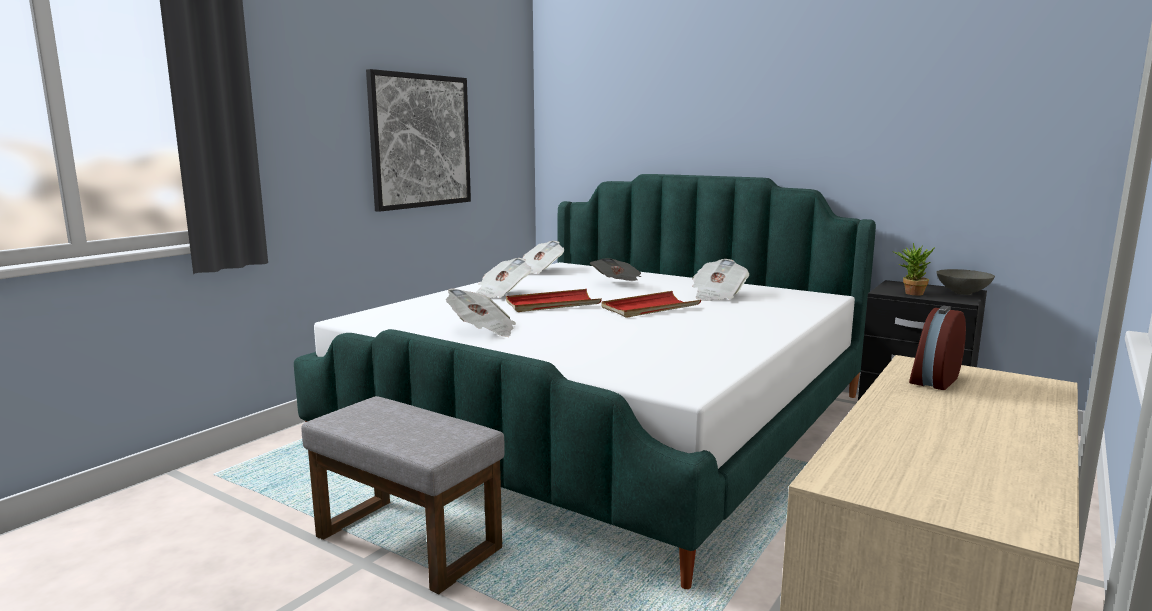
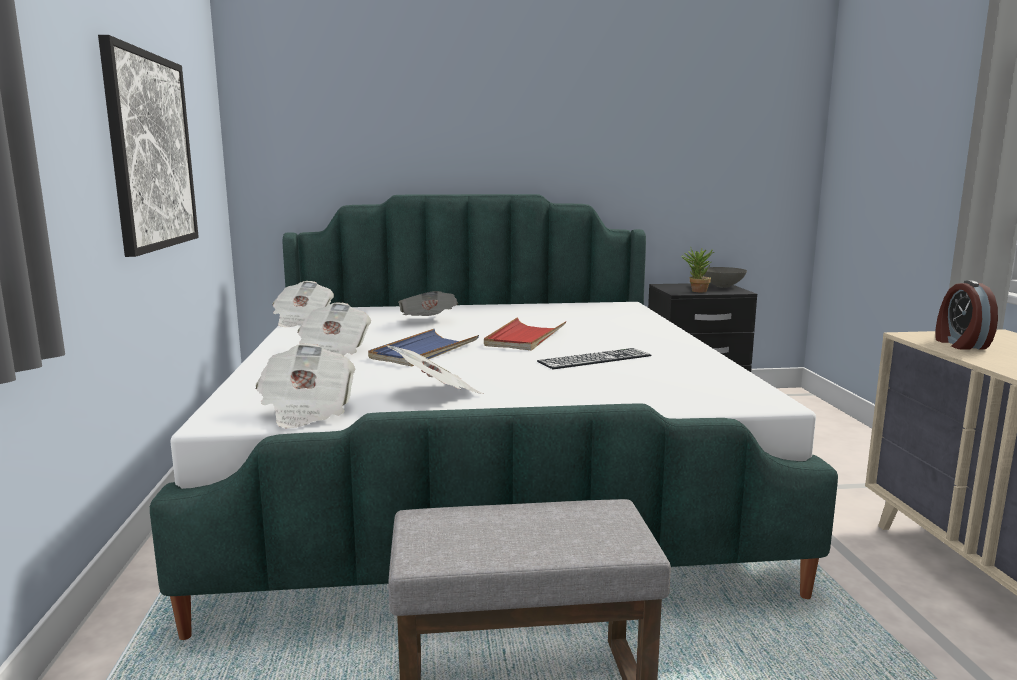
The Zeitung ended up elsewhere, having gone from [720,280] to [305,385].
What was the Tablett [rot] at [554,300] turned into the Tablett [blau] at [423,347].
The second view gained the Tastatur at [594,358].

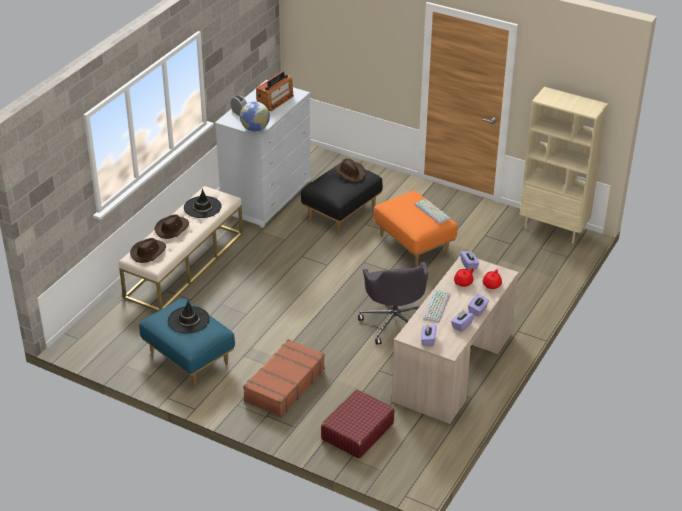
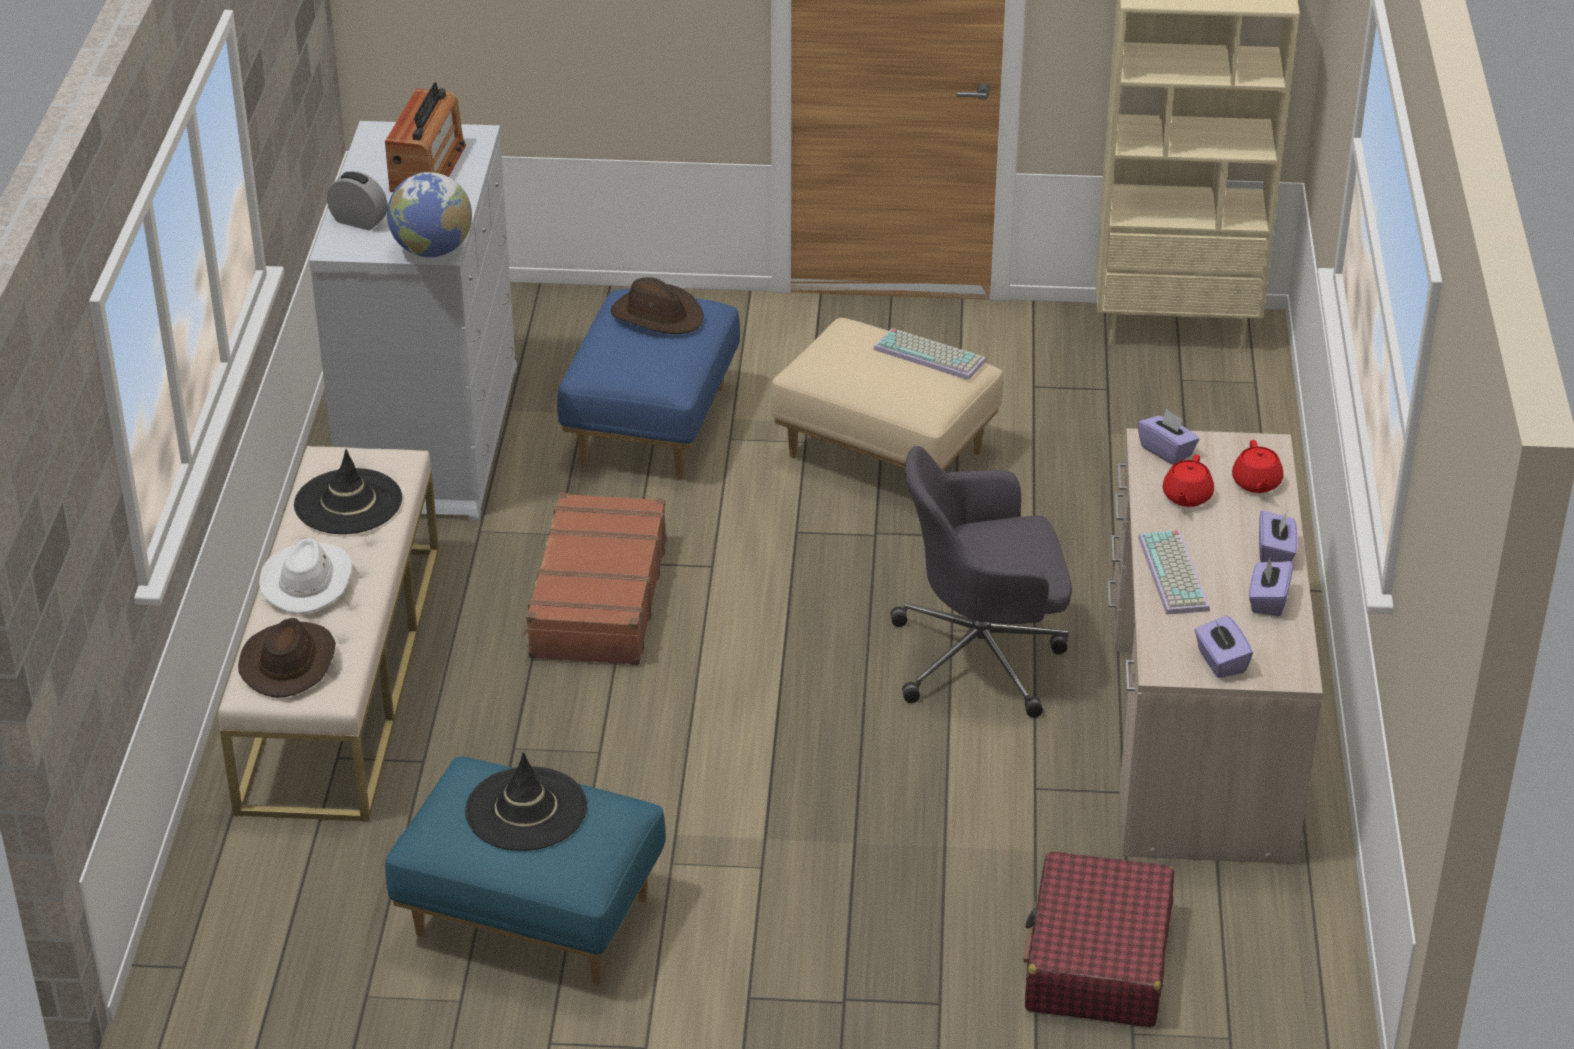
What was the Hut [braun] at [171,227] turned into the Hut [weiß] at [305,576].
The Koffer [braun] ended up elsewhere, having gone from [284,378] to [594,578].
What was the Polsterhocker [schwarz] at [342,197] turned into the Polsterhocker [blau] at [648,384].
What was the Polsterhocker [orange] at [415,229] turned into the Polsterhocker [beige] at [887,394].
The Bürostuhl [grau] at [393,303] ended up facing another way, 120 degrees clockwise from before.

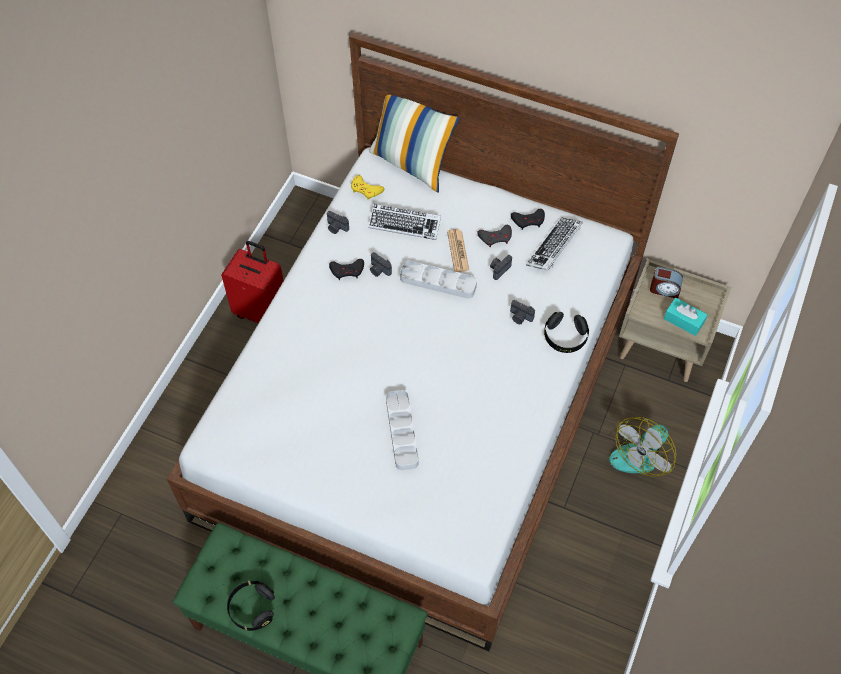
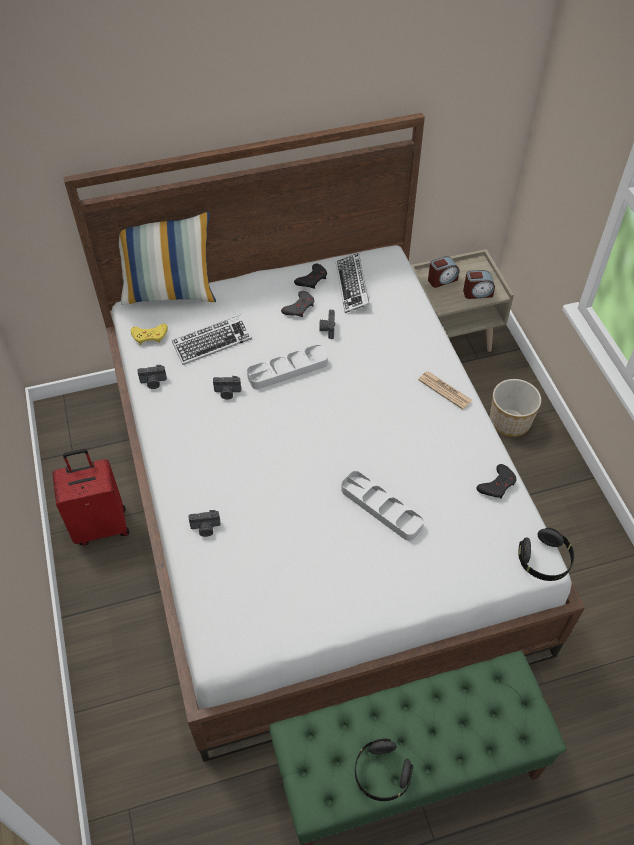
The Kamera ended up elsewhere, having gone from [522,312] to [205,523].
The Zeitung ended up elsewhere, having gone from [458,250] to [445,390].
Where the Taschentuchbox [türkis] stood at [686,317], the Wecker came to stand at [479,284].
The Gamepad [schwarz] ended up elsewhere, having gone from [346,269] to [496,481].
Where the Ventilator stood at [642,447], the Pflanzkübel came to stand at [515,408].
The Kopfhörer [schwarz] ended up elsewhere, having gone from [566,332] to [546,554].

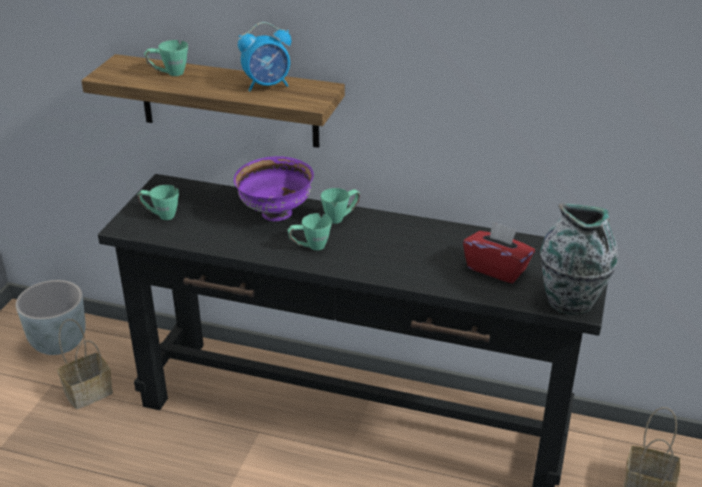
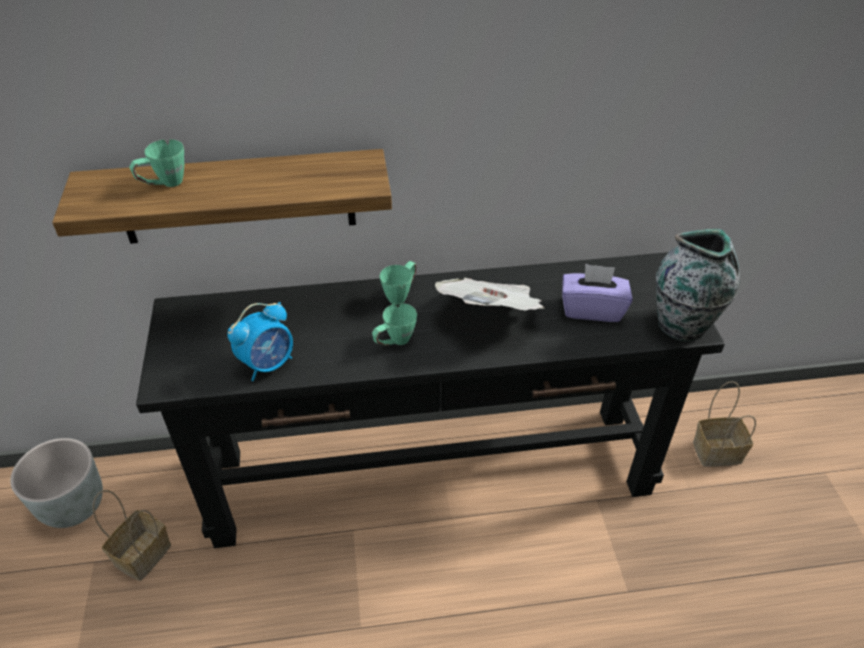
The Wecker ended up elsewhere, having gone from [264,57] to [260,342].
The second view gained the Zeitung at [490,294].
What was the Taschentuchbox [rot] at [499,252] turned into the Taschentuchbox [lila] at [597,293].
The second view lost the Henkelbecher [grün] at [158,202].
The second view lost the Schüssel [lila] at [274,188].

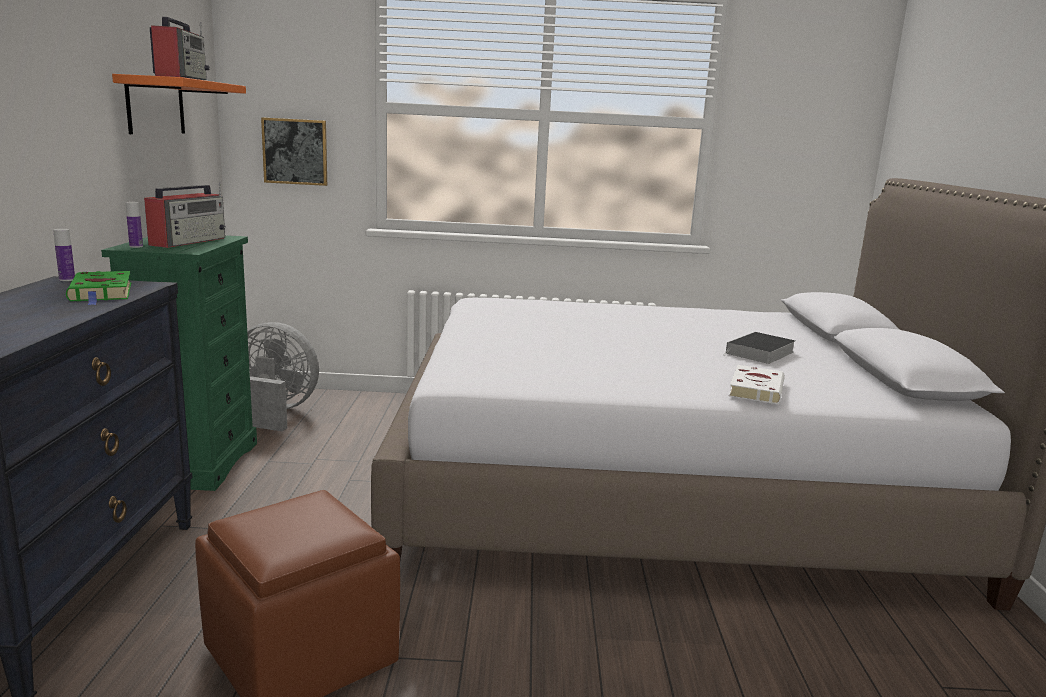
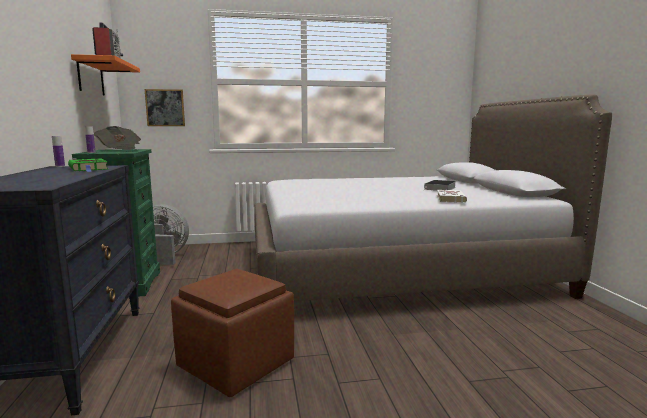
Where the Radio stood at [185,215], the Zeitung came to stand at [117,138].

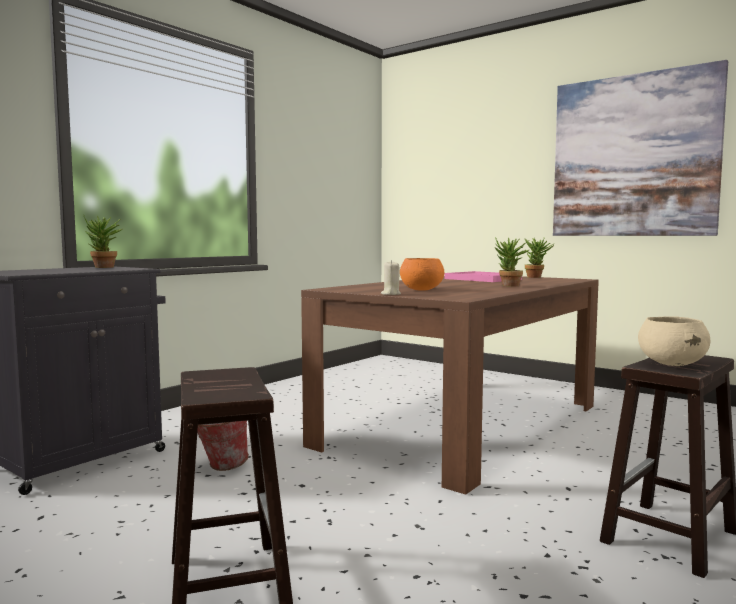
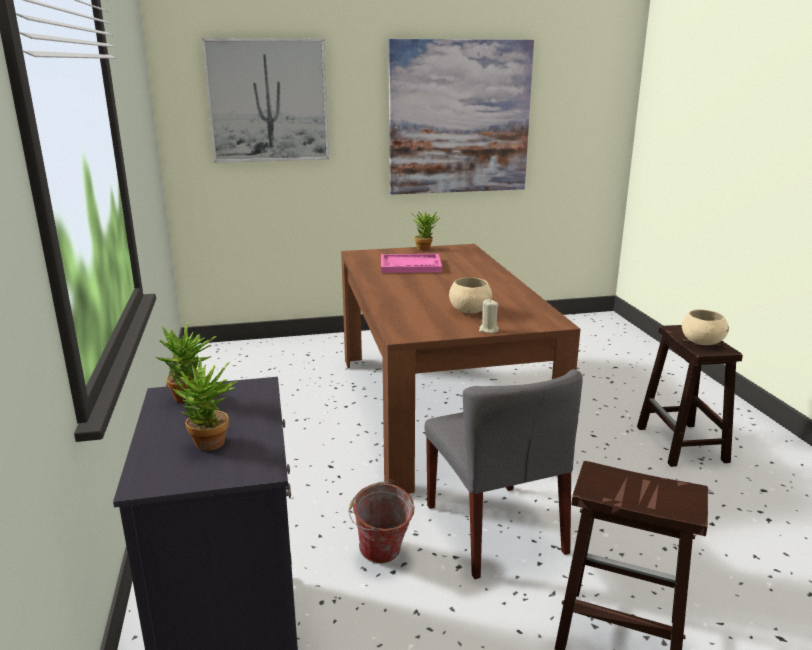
The Topfpflanze ended up elsewhere, having gone from [512,261] to [204,404].
The second view gained the Bild at [265,100].
The second view gained the Stuhl [grau] at [504,474].
What was the Schüssel [orange] at [422,274] turned into the Schüssel [beige] at [470,295].

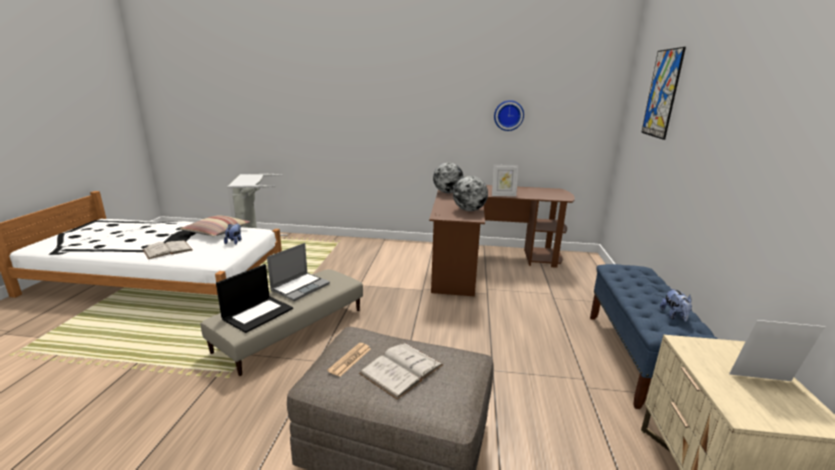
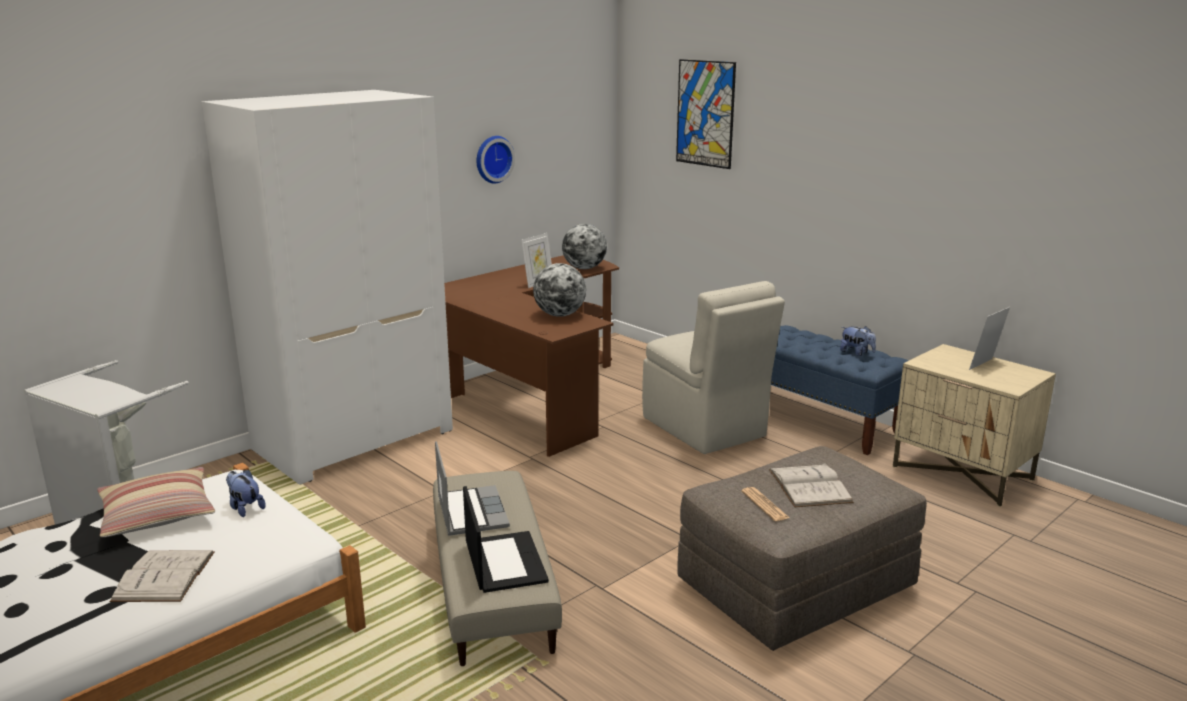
The second view gained the Kleiderschrank [weiß] at [327,287].
The Globus ended up elsewhere, having gone from [448,178] to [584,246].
The second view gained the Stuhl [beige] at [713,367].

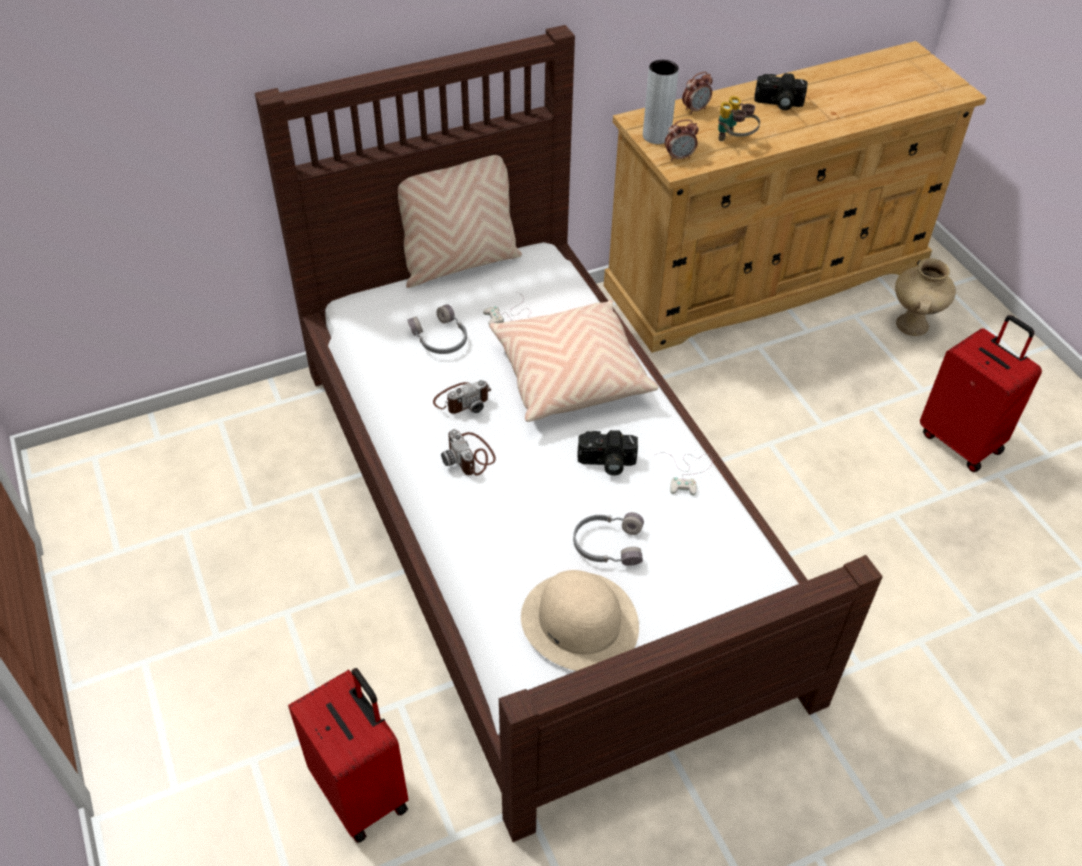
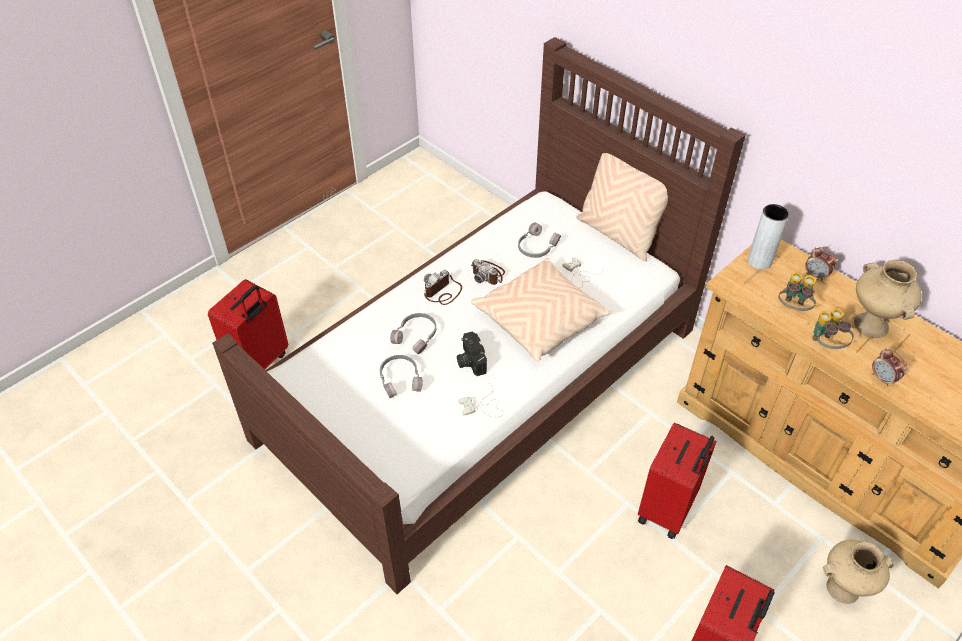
The second view gained the Kopfhörer [grau] at [413,333].
The second view gained the Koffer [rot] at [677,480].
The second view gained the Fernglas at [833,328].
Where the Kamera stood at [781,91], the Vase [beige] came to stand at [888,299].
The Wecker ended up elsewhere, having gone from [682,140] to [889,367].
The second view lost the Hut [beige] at [580,620].

